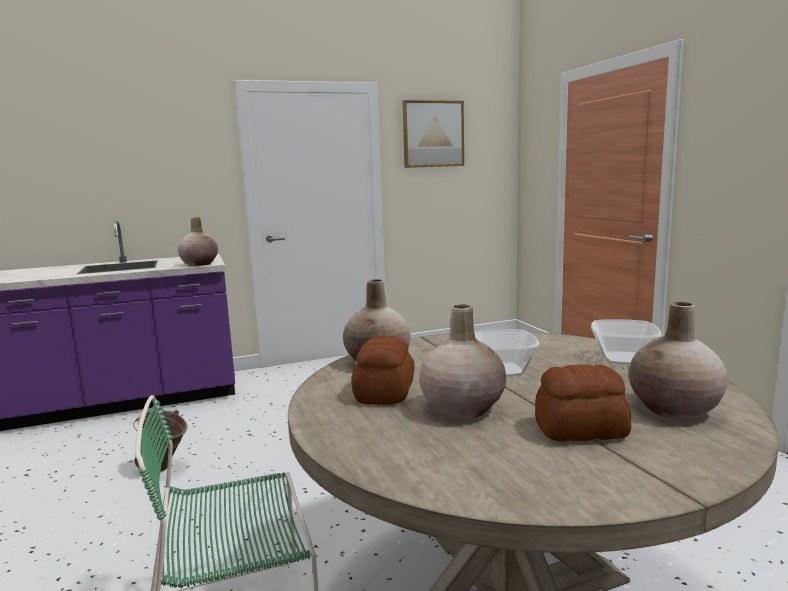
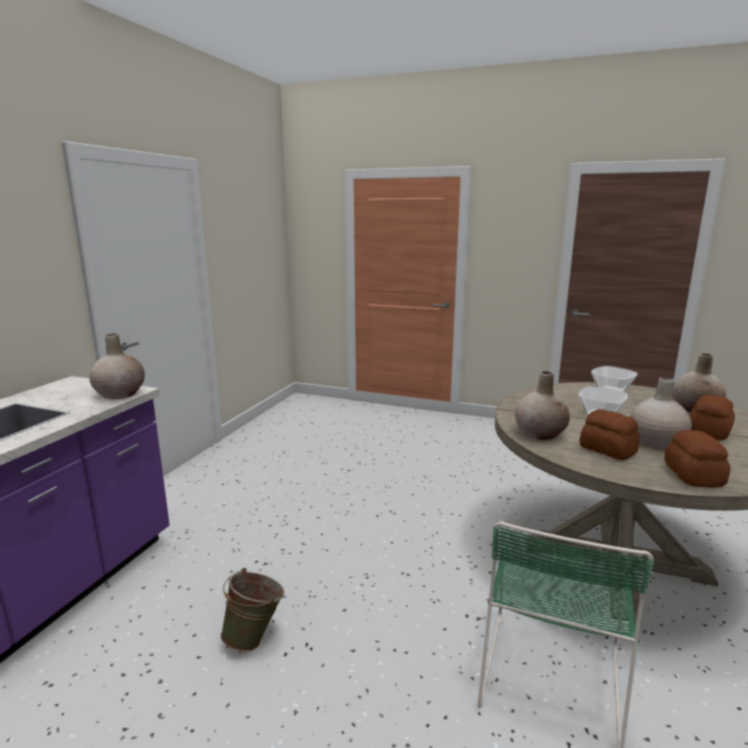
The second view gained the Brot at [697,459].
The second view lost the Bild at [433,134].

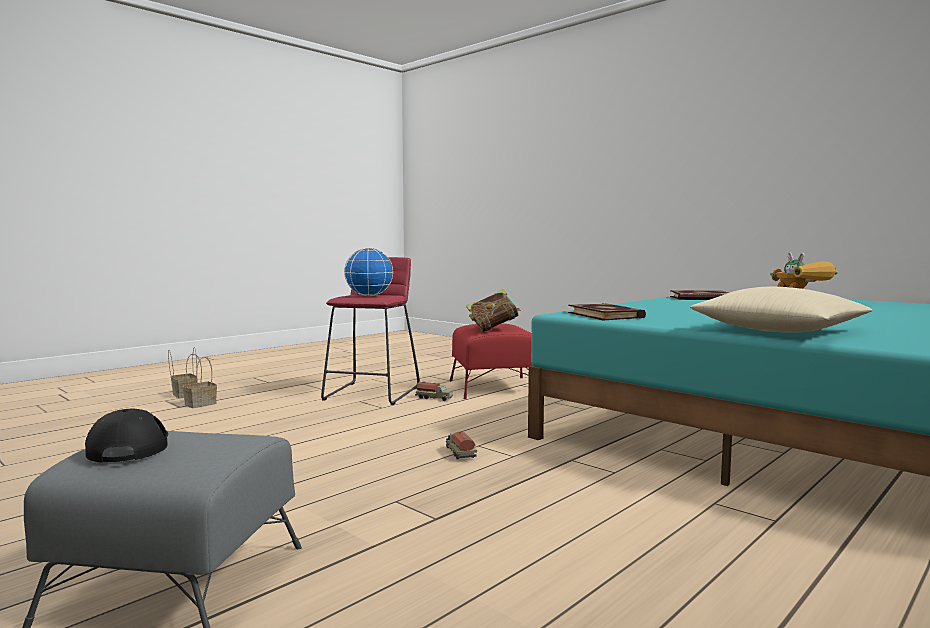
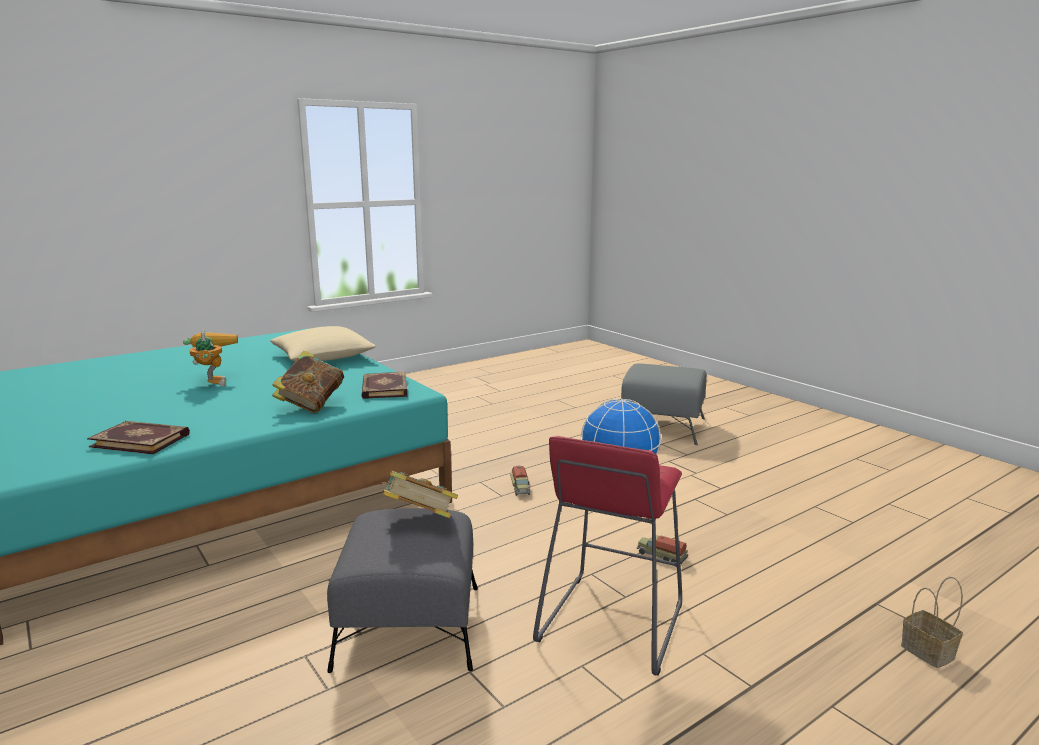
The second view gained the Buch at [308,382].
What was the Polsterhocker [rot] at [491,361] turned into the Polsterhocker [grau] at [402,590].
The Spielzeuglaster ended up elsewhere, having gone from [434,391] to [662,549].
The second view lost the Kappe [schwarz] at [126,436].
The second view lost the Korb at [200,381].

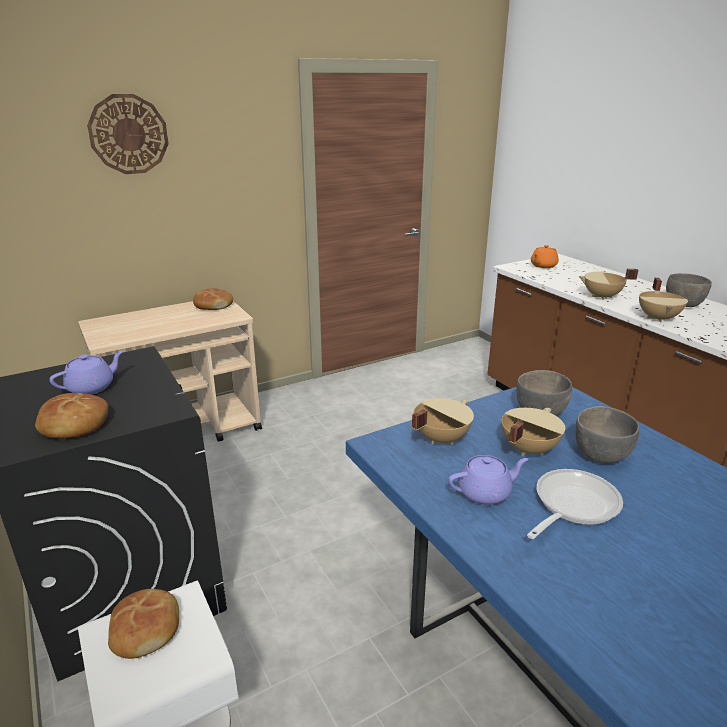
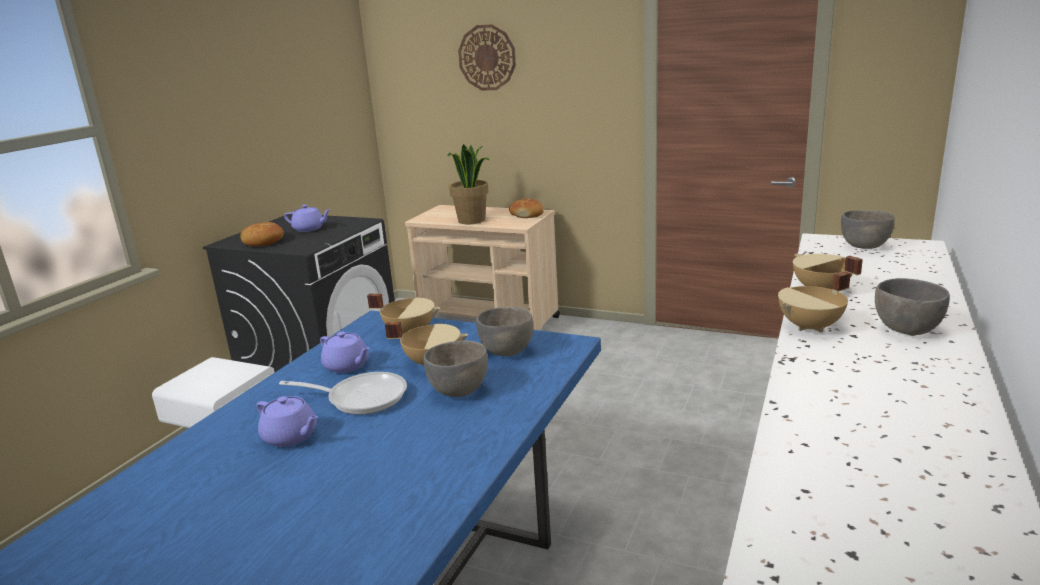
The second view gained the Teekanne [lila] at [287,421].
The second view gained the Topfpflanze at [468,184].
Where the Teekanne [orange] stood at [545,256], the Schüssel [grau] came to stand at [868,229].
The second view lost the Brot at [143,624].

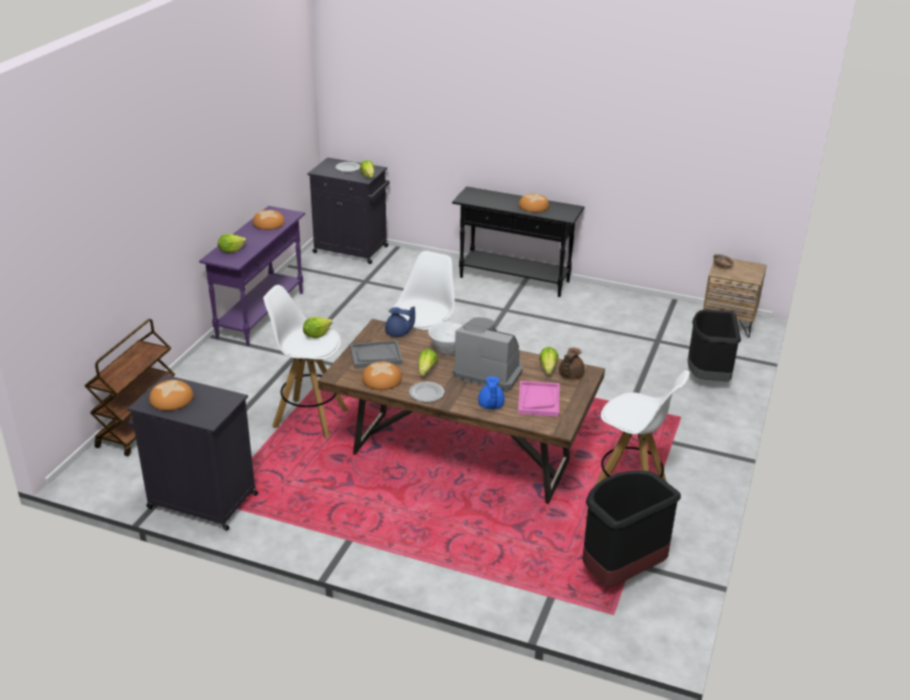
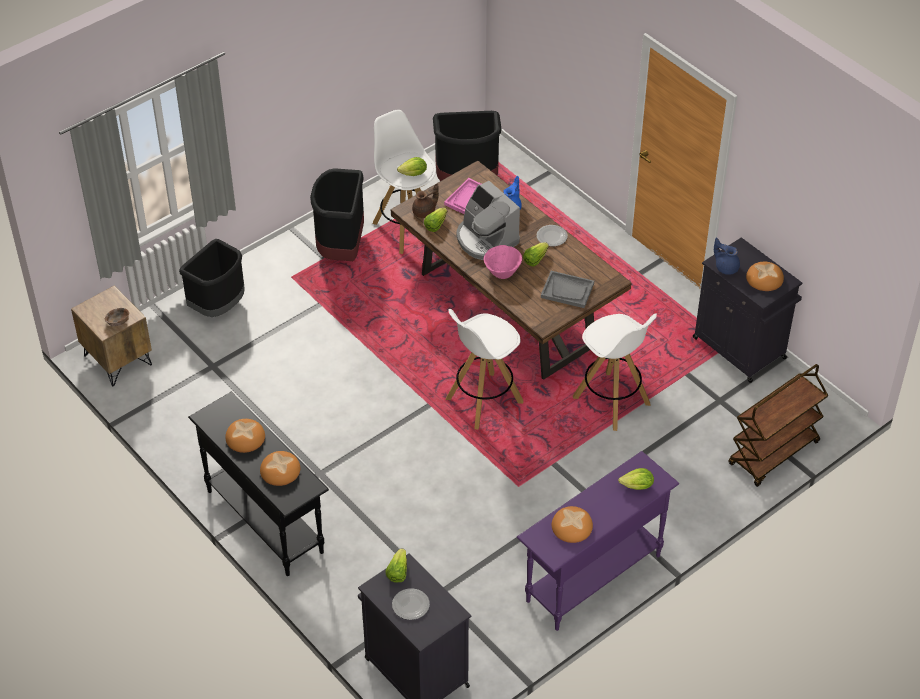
The Brot ended up elsewhere, having gone from [382,376] to [280,468].
The second view gained the Mülleimer [schwarz] at [337,214].
The Salatkopf ended up elsewhere, having gone from [317,327] to [412,166].
What was the Schüssel [weiß] at [445,338] turned into the Schüssel [rosa] at [503,262].
The Teekanne [blau] ended up elsewhere, having gone from [400,322] to [727,256].

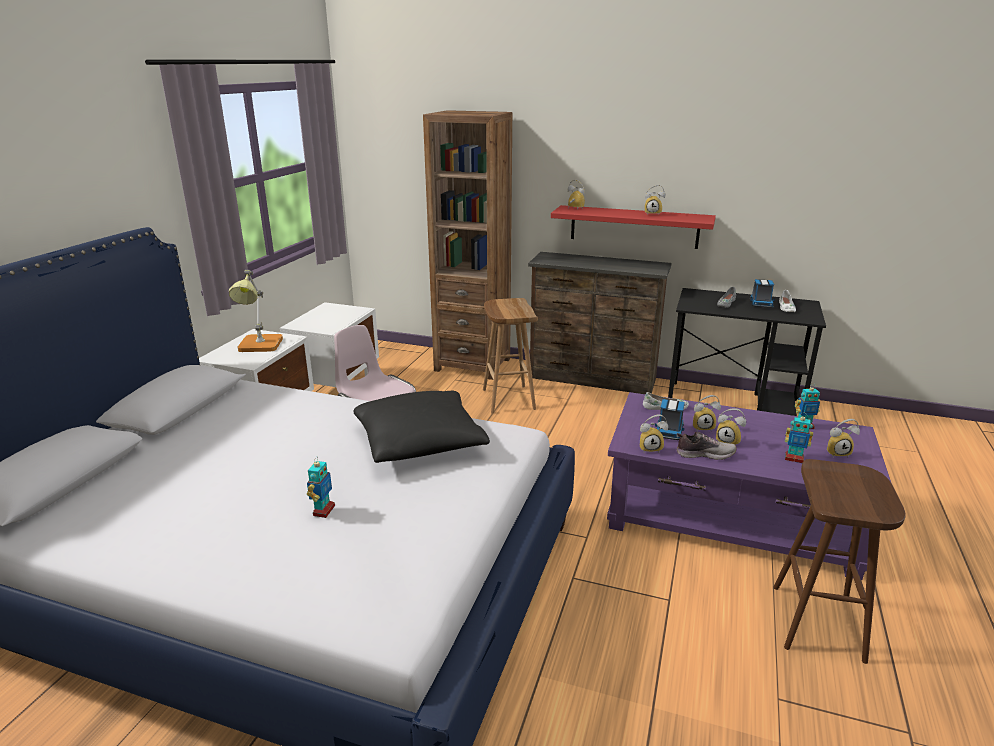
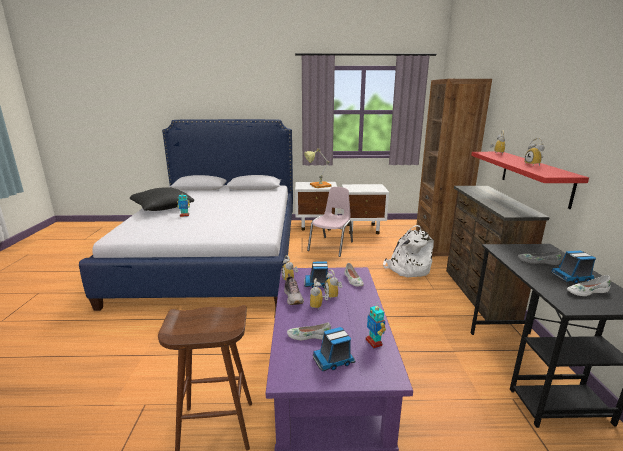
The Kissen [schwarz] ended up elsewhere, having gone from [421,427] to [162,199].
Where the Spielzeugroboter stood at [799,437], the Schuh [weiß] came to stand at [309,331].
Where the Wecker stood at [843,438], the Spielzeuglaster came to stand at [334,349].
Where the Hocker [braun] stood at [510,356], the Rucksack [weiß] came to stand at [408,251].

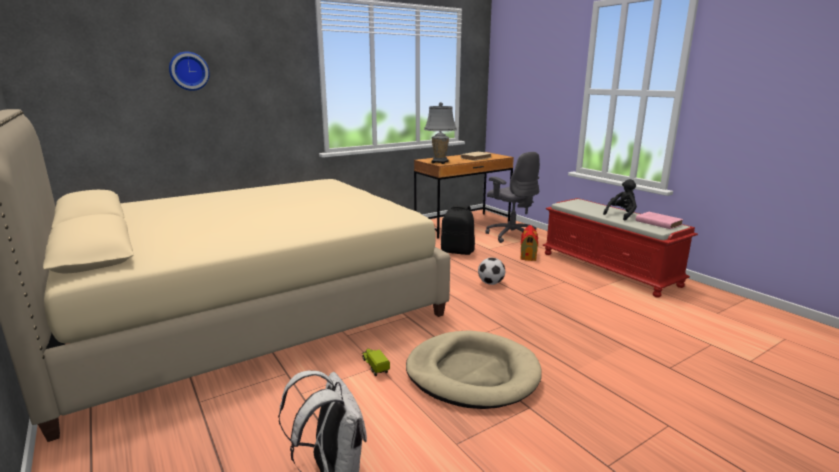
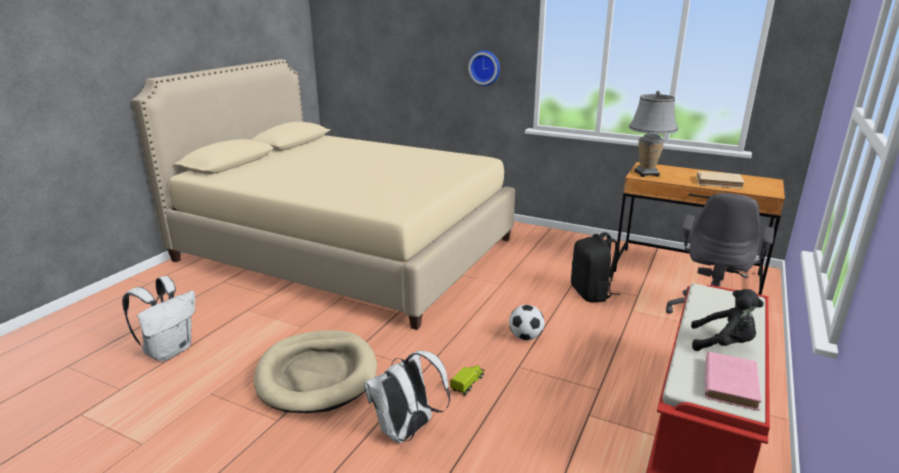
The second view gained the Rucksack [weiß] at [407,396].
The Spielzeuglaster ended up elsewhere, having gone from [376,362] to [467,380].
The Wanduhr ended up elsewhere, having gone from [189,71] to [484,68].
The second view lost the Spielzeughaus at [529,243].

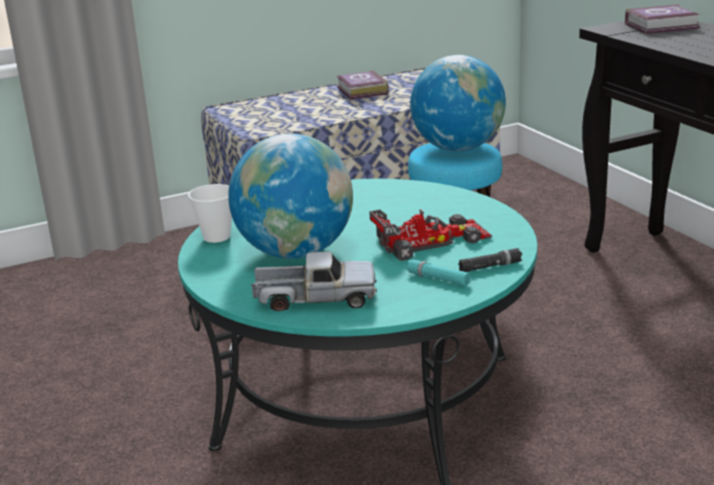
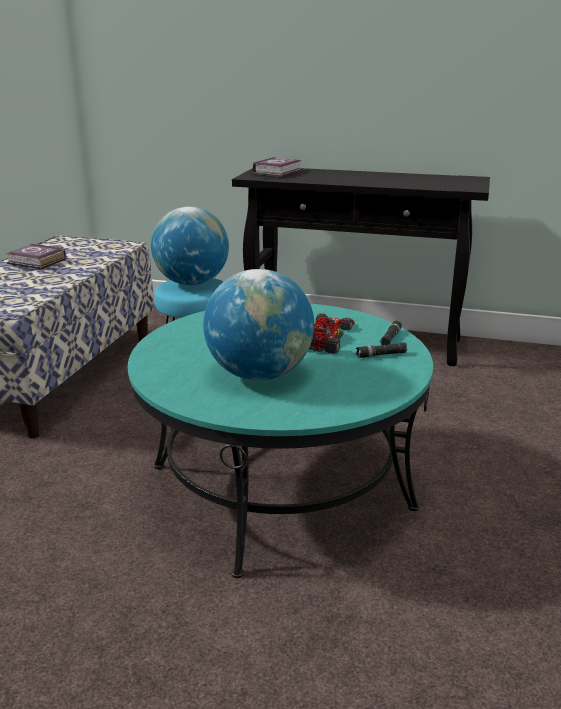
What was the Taschenlampe [türkis] at [438,272] turned into the Taschenlampe [schwarz] at [381,350].
The second view lost the Tasse at [210,213].
The second view lost the Spielzeuglaster at [314,281].

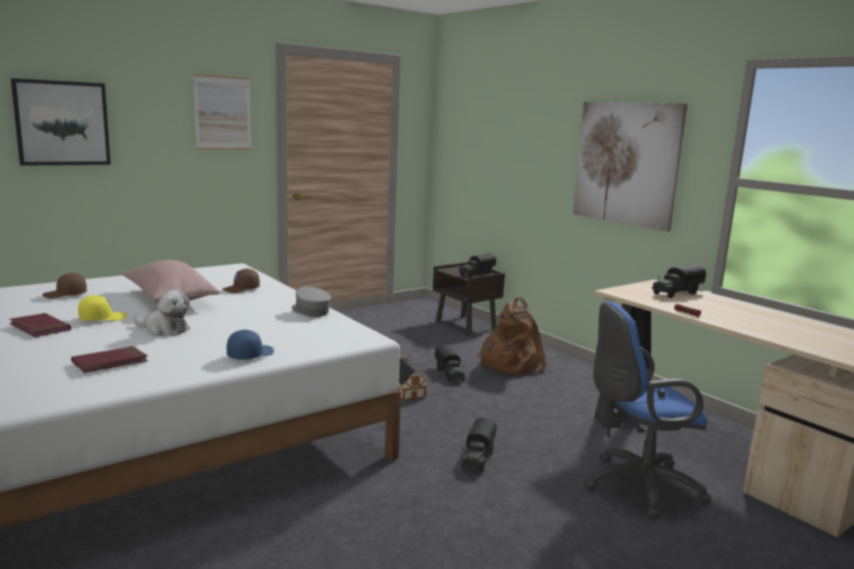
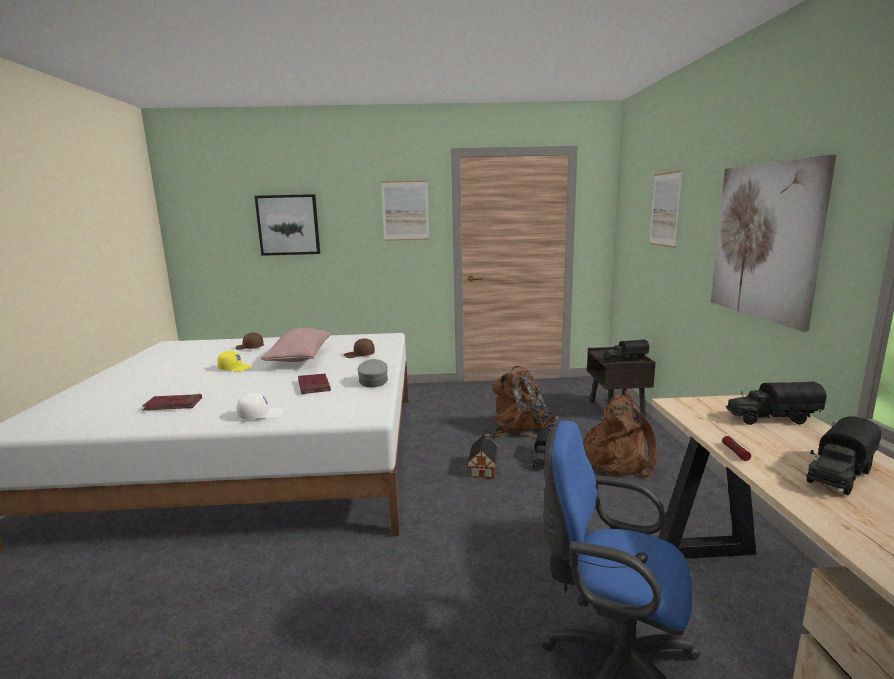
What was the Kappe [blau] at [250,345] turned into the Kappe [weiß] at [260,406].
The Buch [rot] ended up elsewhere, having gone from [40,325] to [314,384].
The second view gained the Rucksack [braun] at [525,401].
The second view gained the Bild at [666,209].
The Spielzeuglaster ended up elsewhere, having gone from [478,445] to [843,455].
The second view lost the Plüschtier at [161,313].

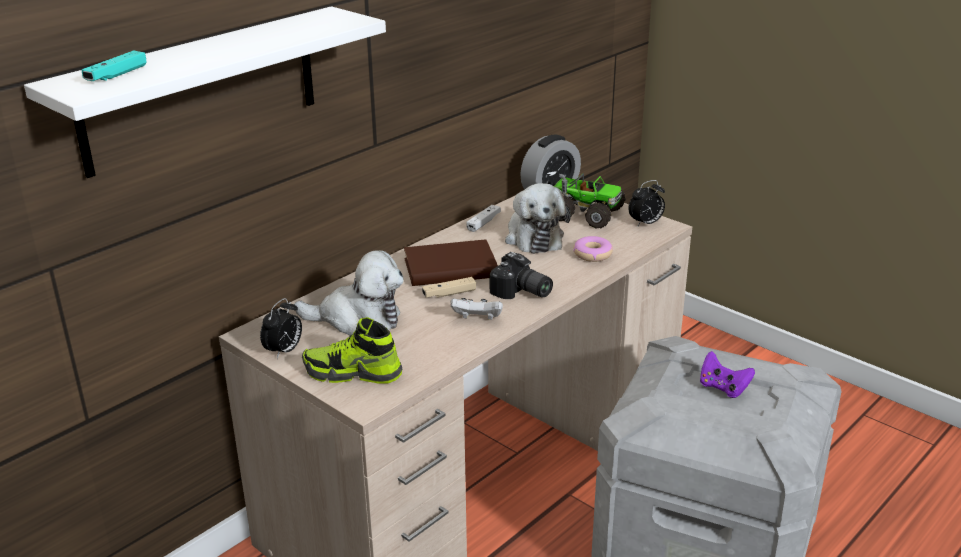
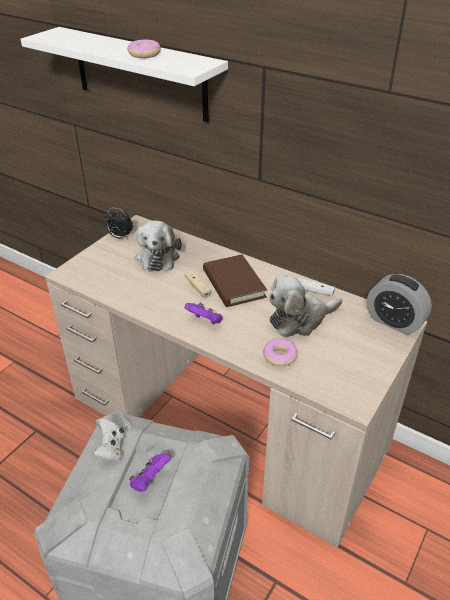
The Gamepad [weiß] ended up elsewhere, having gone from [476,309] to [109,439].
The second view gained the Donut at [144,49].
Where the Kamera stood at [521,275], the Gamepad [lila] came to stand at [204,313].
The second view lost the Gamepad [türkis] at [114,65].
The second view lost the Schuh at [352,350].
The second view lost the Spielzeuglaster at [590,201].
The second view lost the Wecker at [647,203].

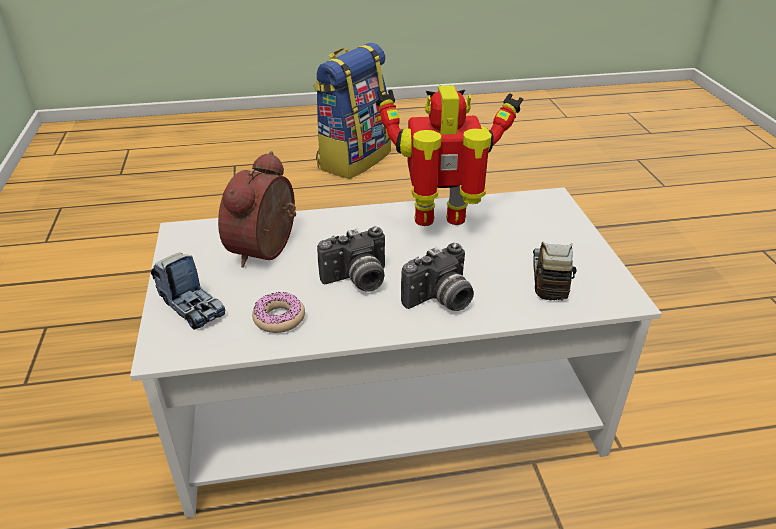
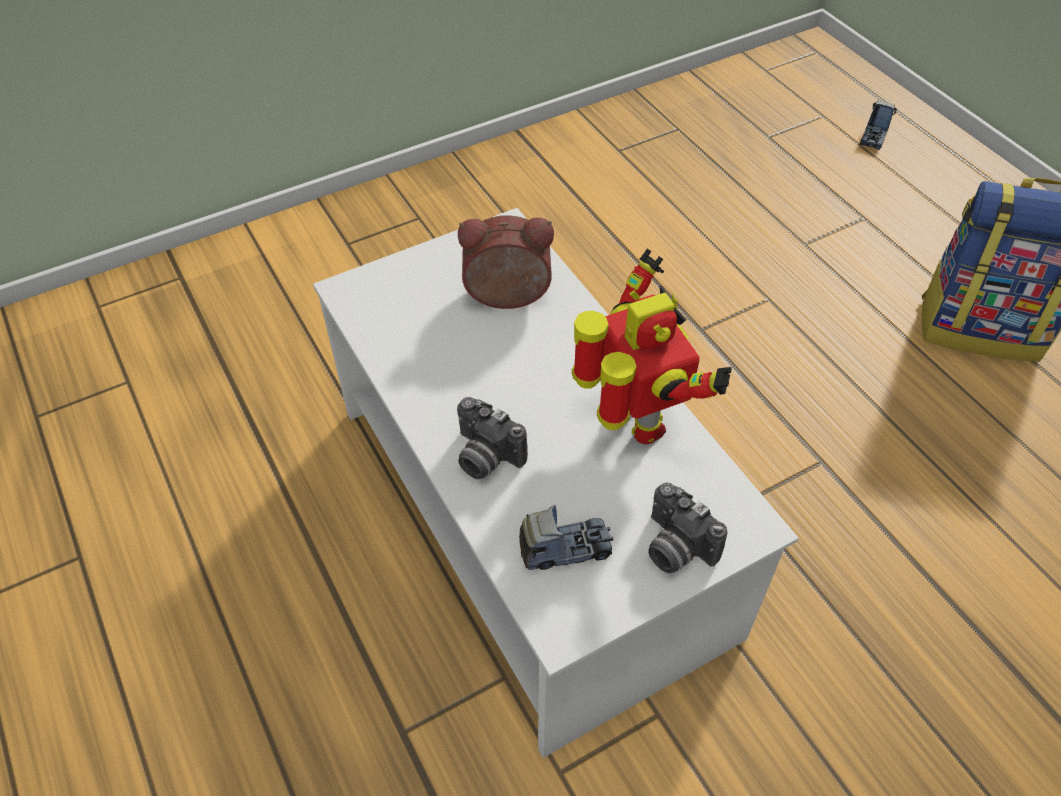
The Kamera ended up elsewhere, having gone from [351,259] to [688,527].
The Spielzeuglaster ended up elsewhere, having gone from [188,291] to [878,125].
The second view lost the Donut at [278,312].

